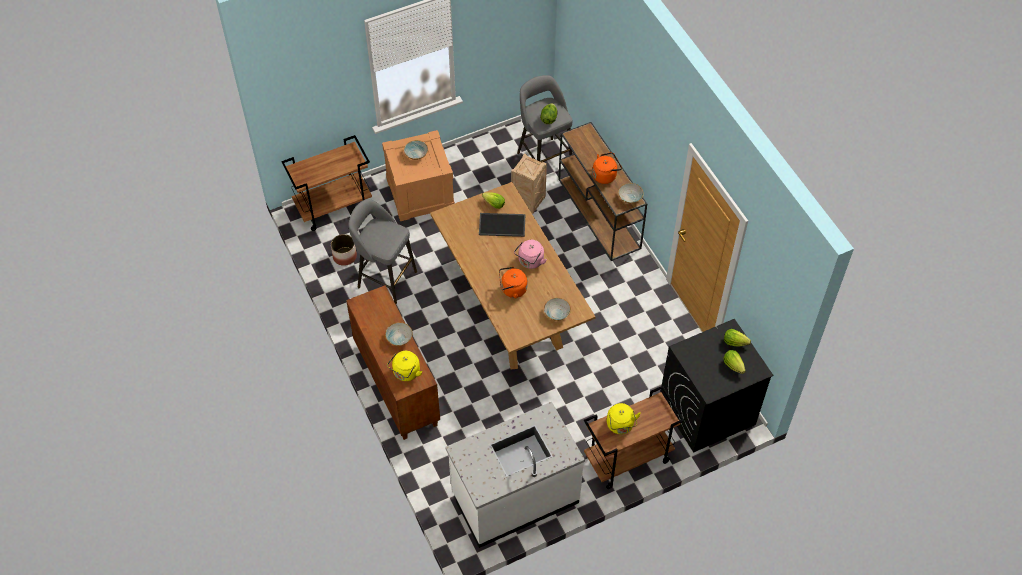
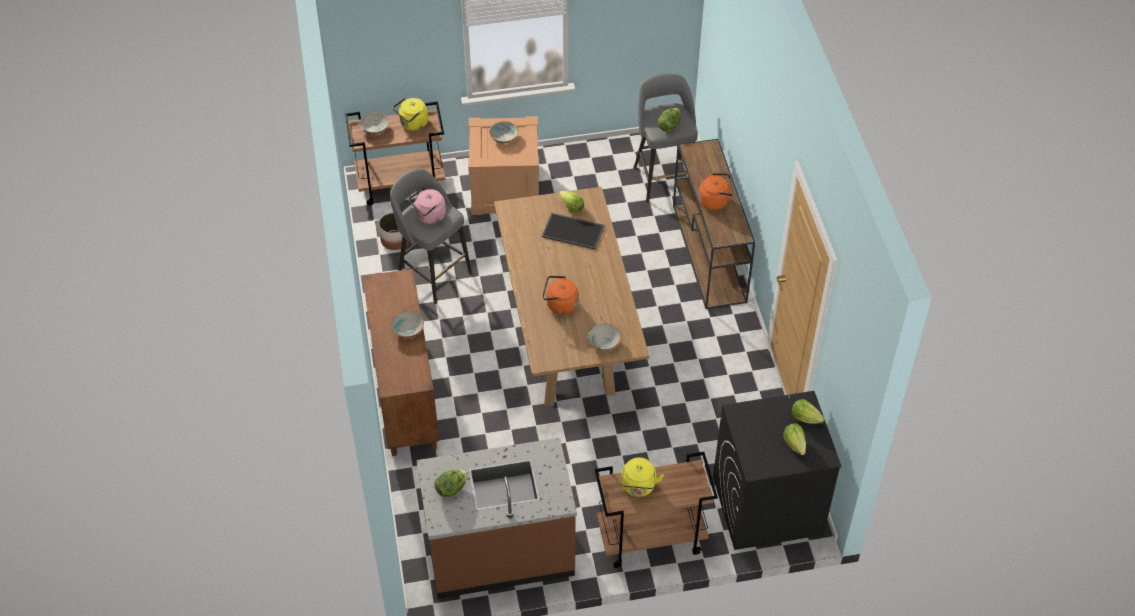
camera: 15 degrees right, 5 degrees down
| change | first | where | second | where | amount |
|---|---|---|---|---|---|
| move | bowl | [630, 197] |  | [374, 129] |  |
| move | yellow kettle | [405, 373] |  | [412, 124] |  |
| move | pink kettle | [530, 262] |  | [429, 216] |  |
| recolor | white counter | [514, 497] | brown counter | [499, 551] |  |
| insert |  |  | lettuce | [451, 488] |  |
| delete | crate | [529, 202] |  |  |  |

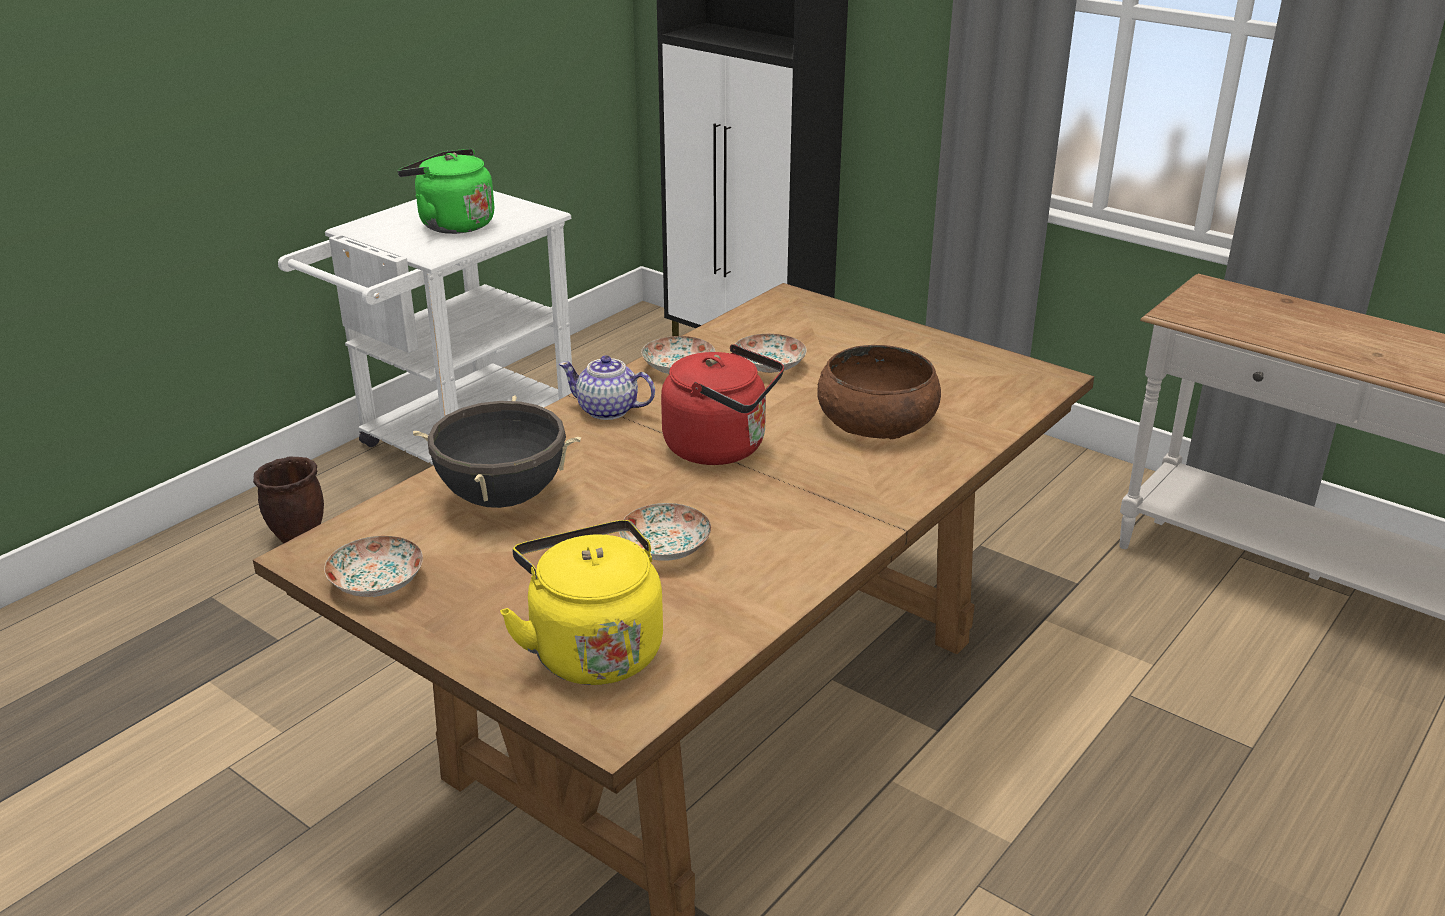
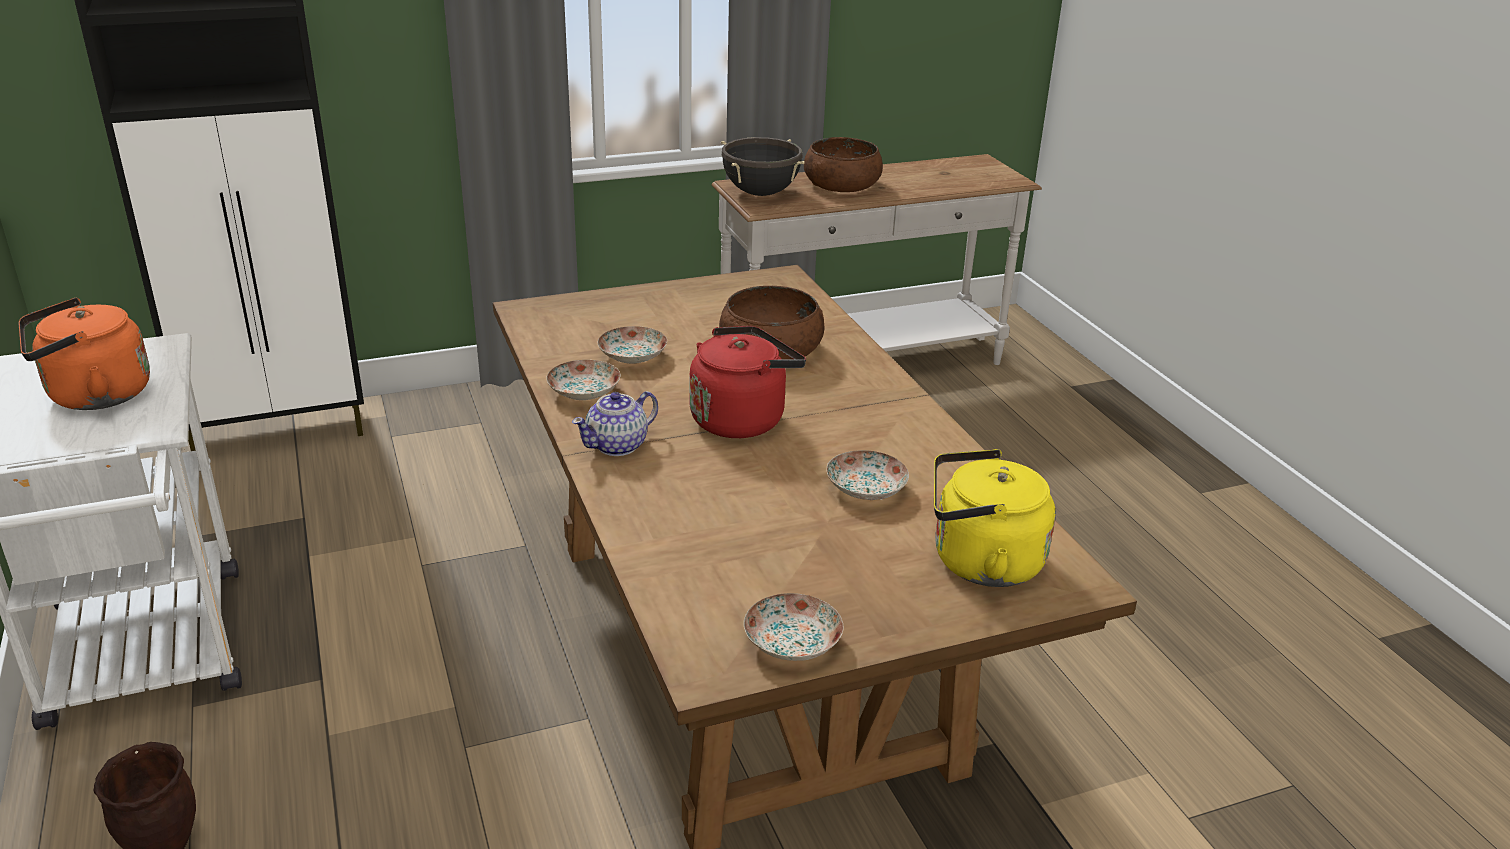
camera: 60 degrees left, 0 degrees up
| change | first | where | second | where | amount |
|---|---|---|---|---|---|
| recolor | green kettle | [452, 224] | orange kettle | [93, 396] |  |
| move | black cooking pot | [502, 497] |  | [760, 193] |  |
| insert |  |  | brown bowl | [841, 184] |  |

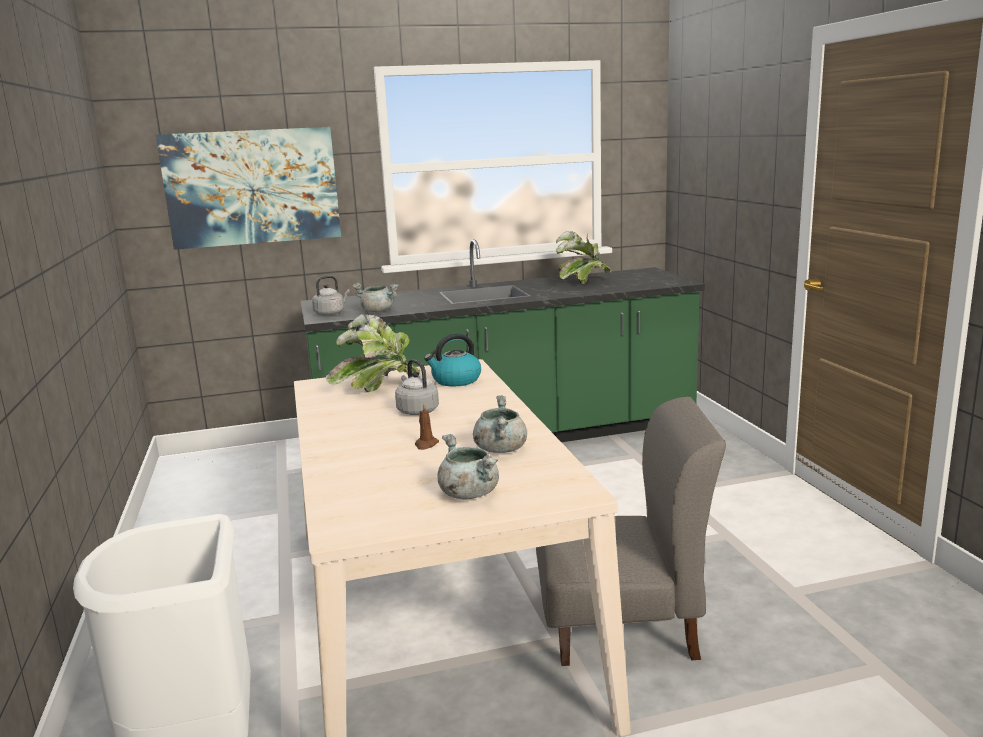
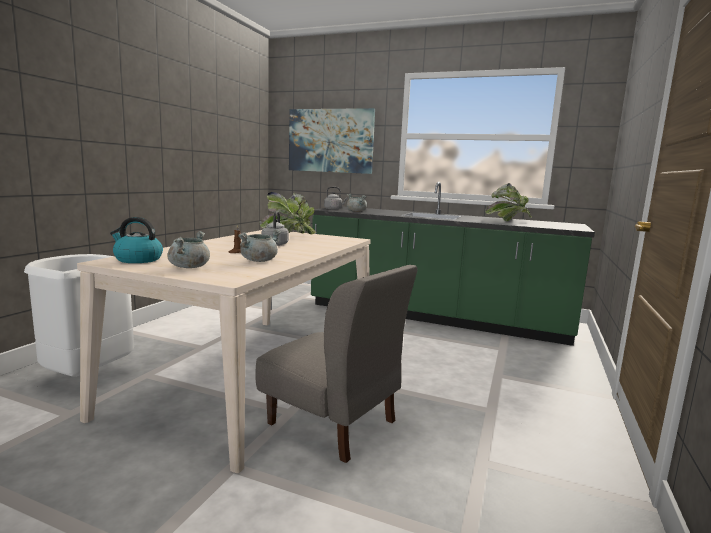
camera: 35 degrees right, 5 degrees down
| change | first | where | second | where | amount |
|---|---|---|---|---|---|
| move | kettle | [455, 380] |  | [137, 259] |  |

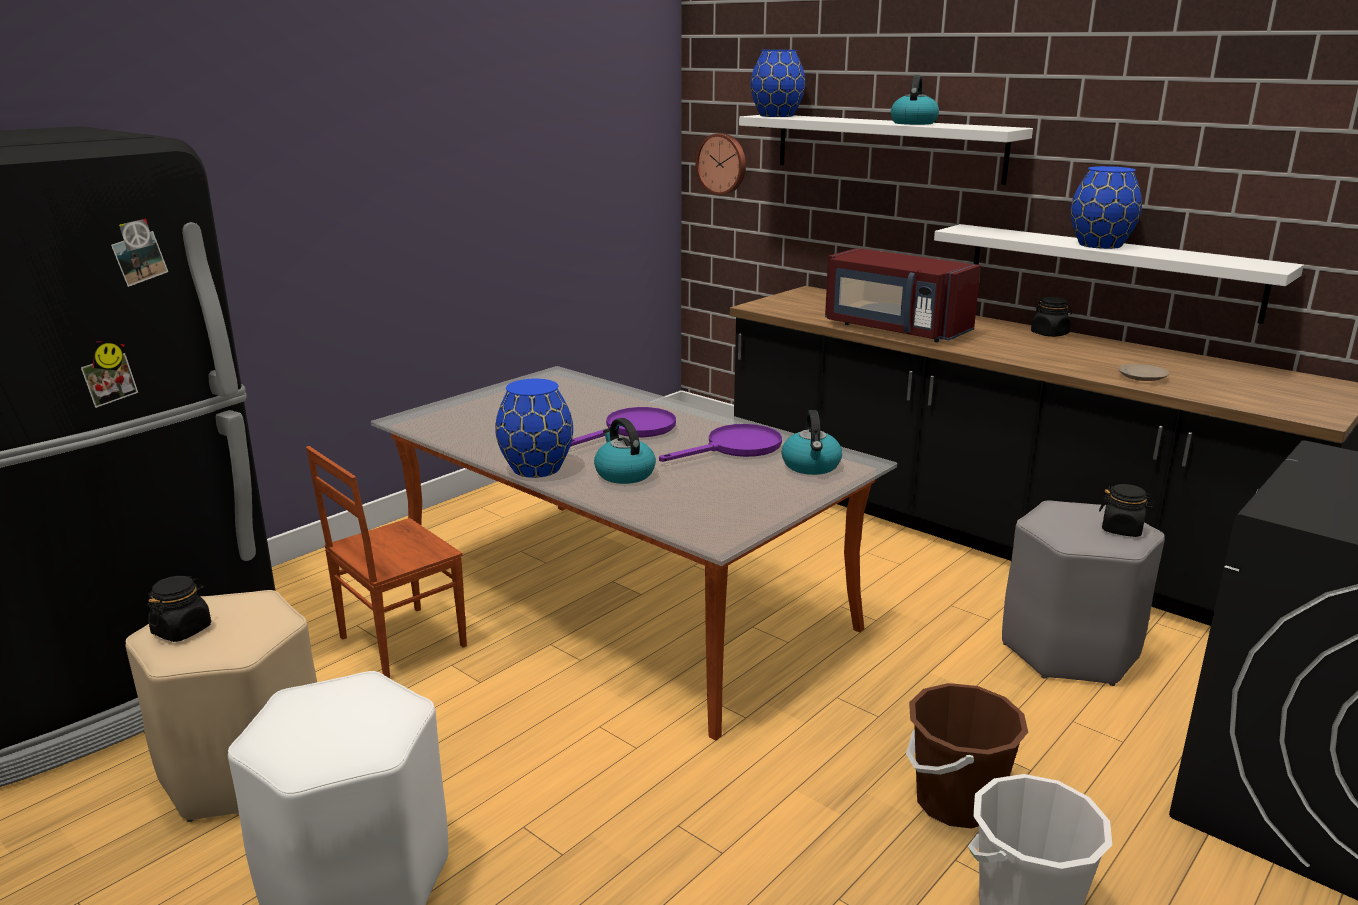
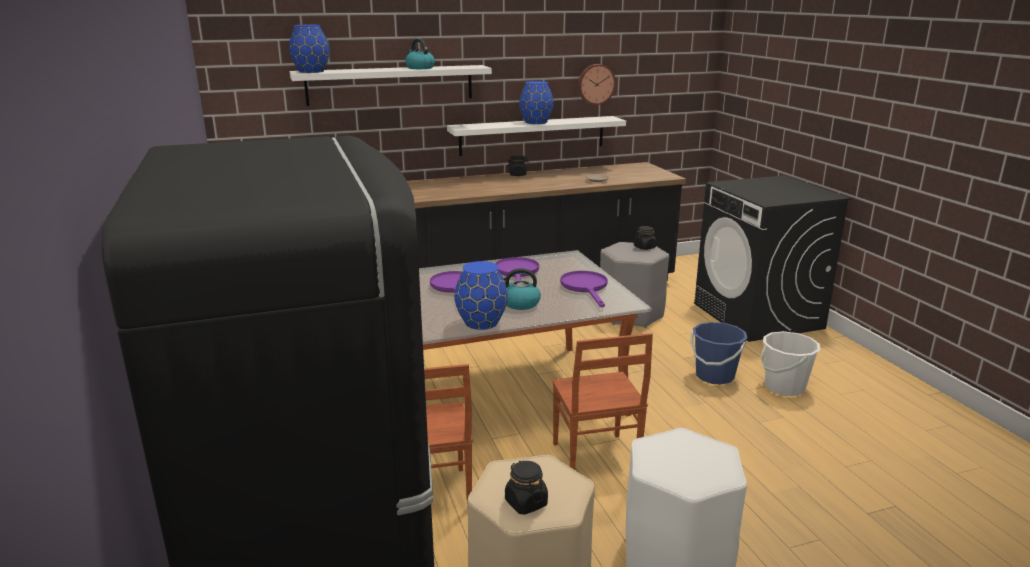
camera: 60 degrees left, 0 degrees up
| change | first | where | second | where | amount |
|---|---|---|---|---|---|
| insert |  |  | brown chair | [594, 458] |  |
| insert |  |  | purple frying pan | [586, 287] |  |
| move | wall clock | [722, 164] |  | [595, 84] |  |
| recolor | brown bucket | [956, 802] | blue bucket | [714, 376] |  |
| delete | kettle | [811, 466] |  |  |  |
| delete | red microwave | [894, 329] |  |  |  |

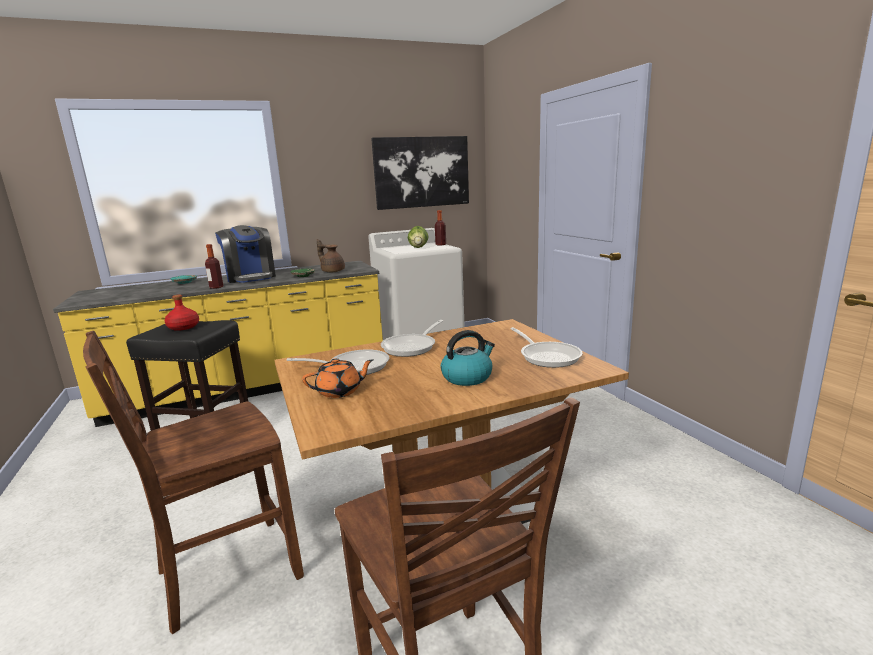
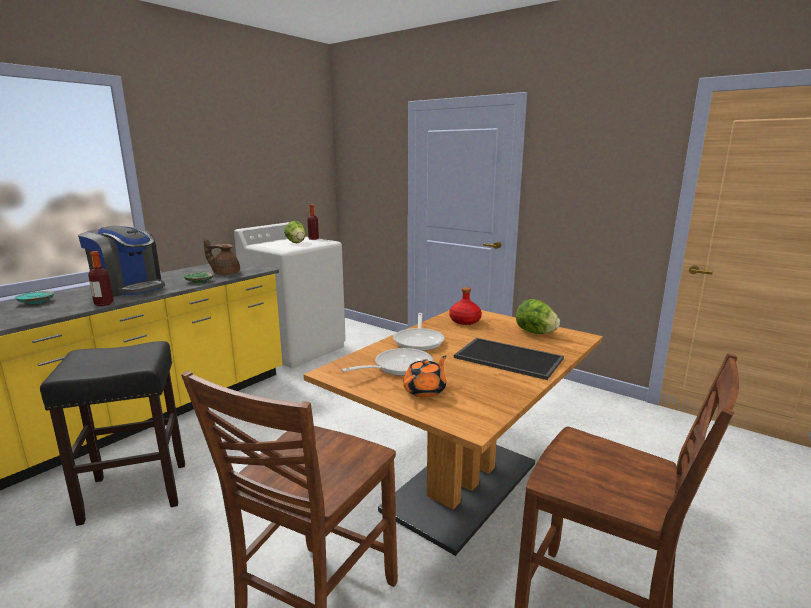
camera: 30 degrees left, 0 degrees up
| change | first | where | second | where | amount |
|---|---|---|---|---|---|
| move | red bottle | [183, 327] |  | [465, 321] |  |
| replace | kettle | [467, 377] | tray | [506, 358] |  |
| replace | frying pan | [547, 356] | lettuce | [535, 332] |  |
| delete | picture | [422, 172] |  |  |  |

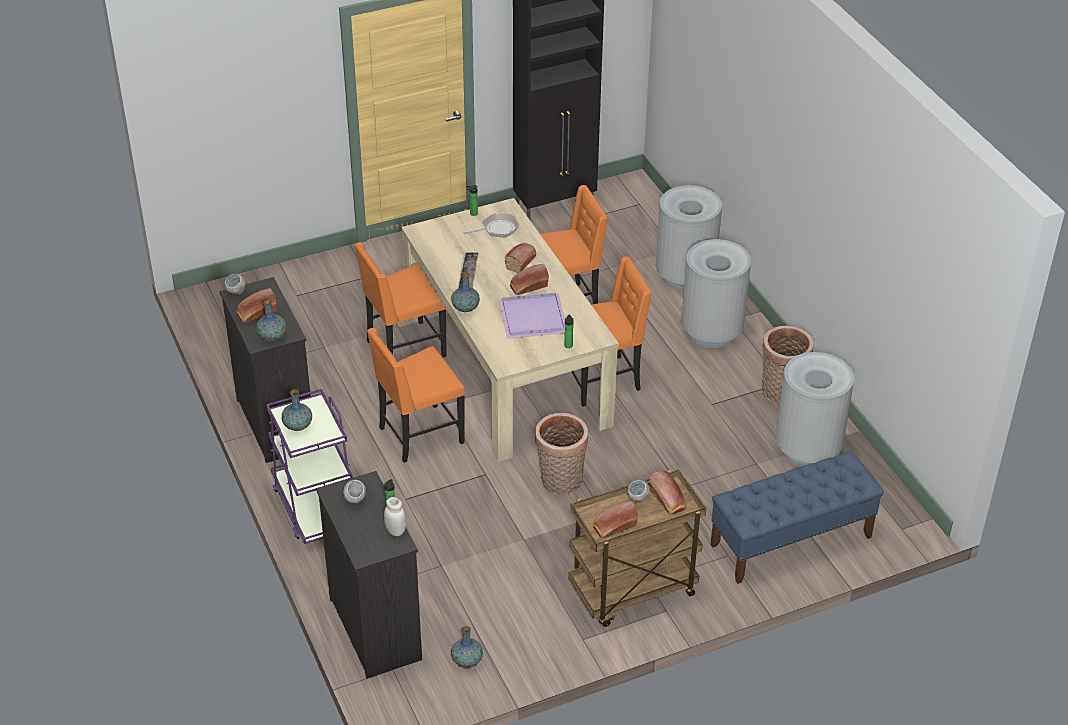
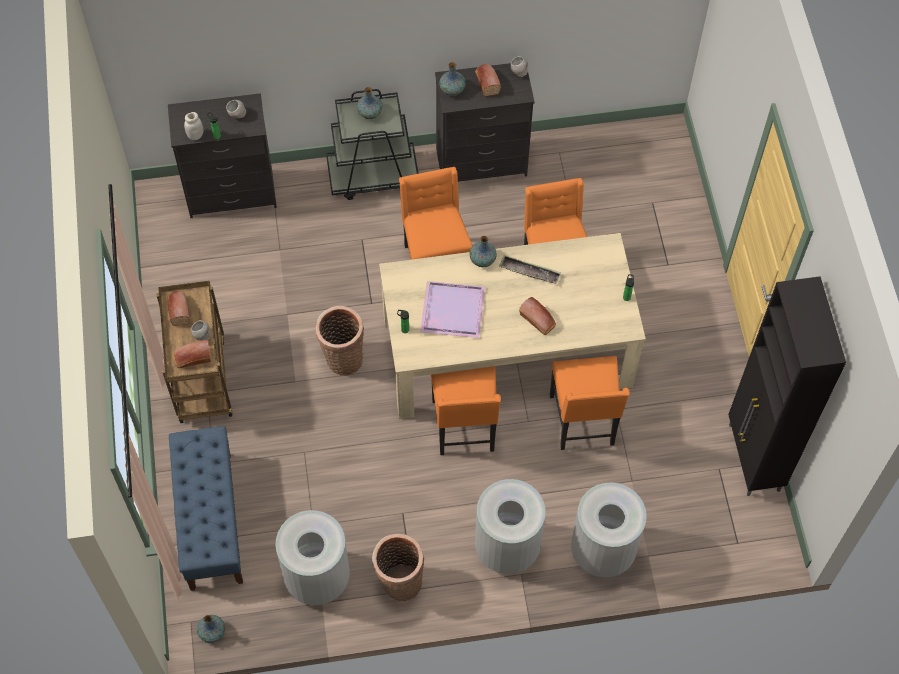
camera: 105 degrees right, 20 degrees up
| change | first | where | second | where | amount |
|---|---|---|---|---|---|
| move | vase | [467, 661] |  | [212, 632] |  |
| recolor | purple cart | [315, 507] | black cart | [373, 175] |  |
| delete | frying pan | [497, 229] |  |  |  |
| delete | bread | [528, 287] |  |  |  |

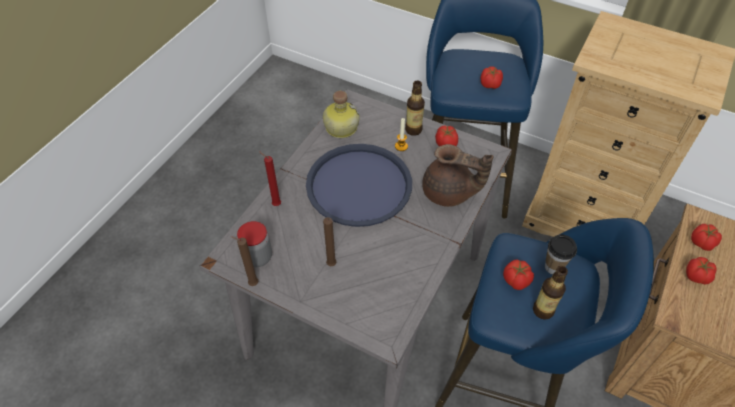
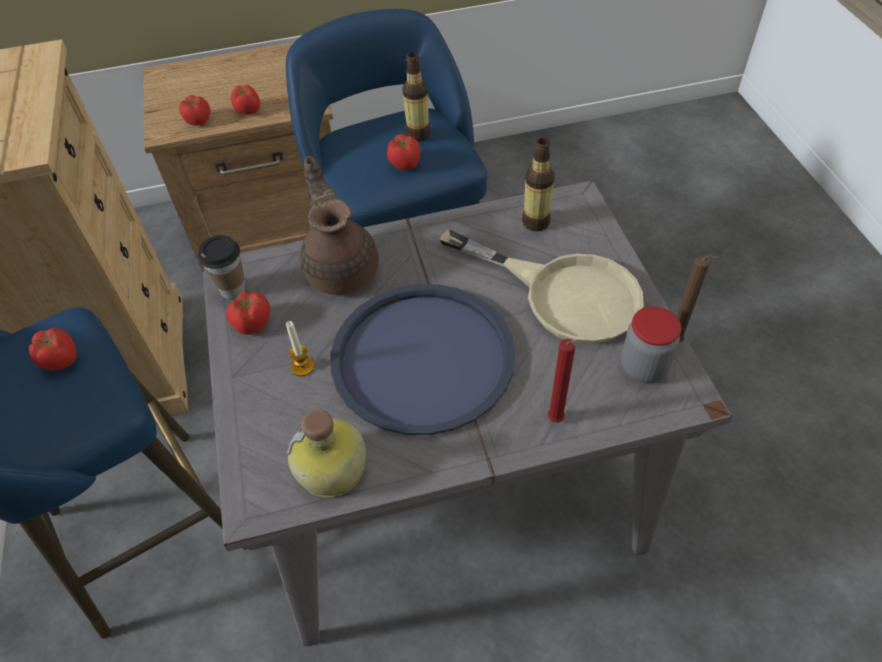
camera: 130 degrees left, 0 degrees up
| change | first | where | second | where | amount |
|---|---|---|---|---|---|
| move | cup | [553, 267] |  | [233, 289] |  |
| replace | brown candle | [332, 265] | beige frying pan | [563, 293] |  |
| move | bottle | [413, 130] |  | [535, 222] |  |

